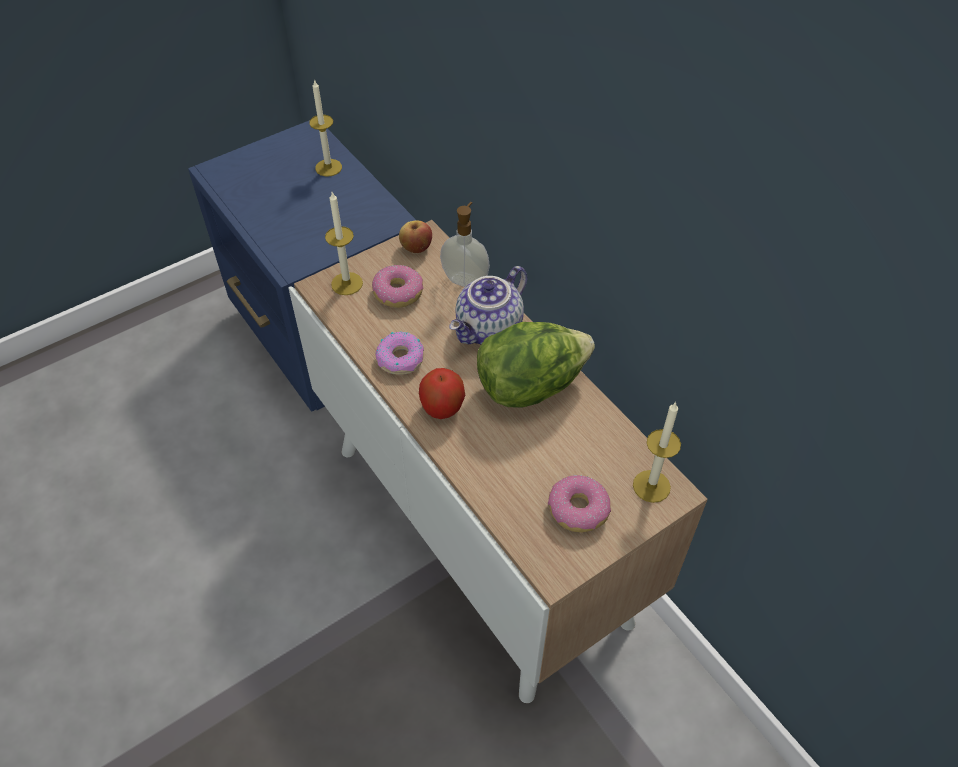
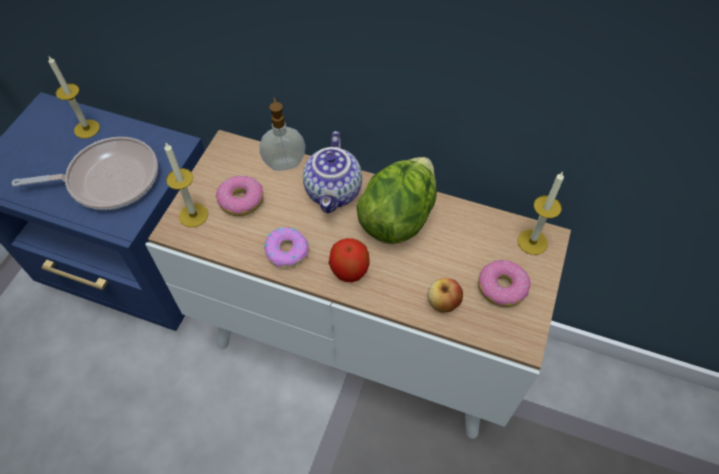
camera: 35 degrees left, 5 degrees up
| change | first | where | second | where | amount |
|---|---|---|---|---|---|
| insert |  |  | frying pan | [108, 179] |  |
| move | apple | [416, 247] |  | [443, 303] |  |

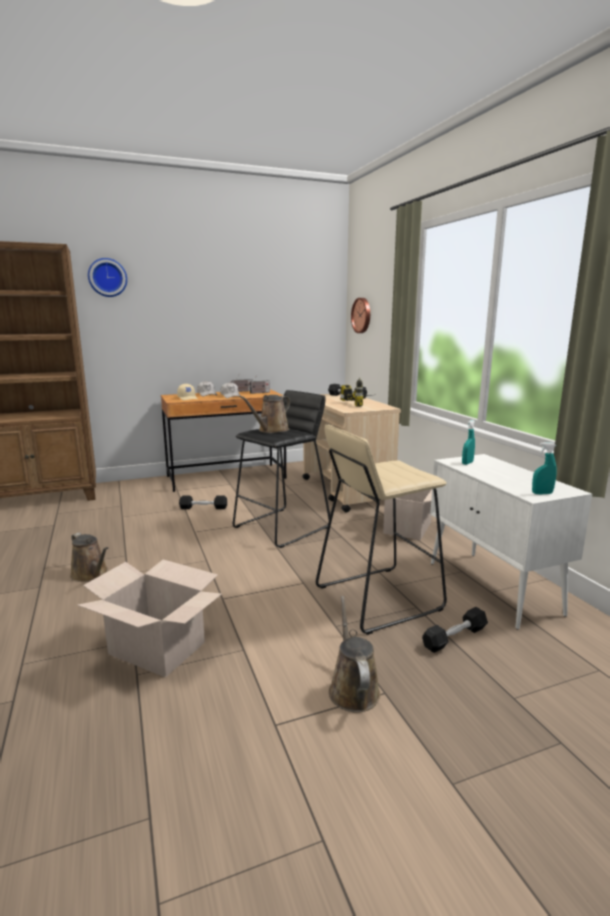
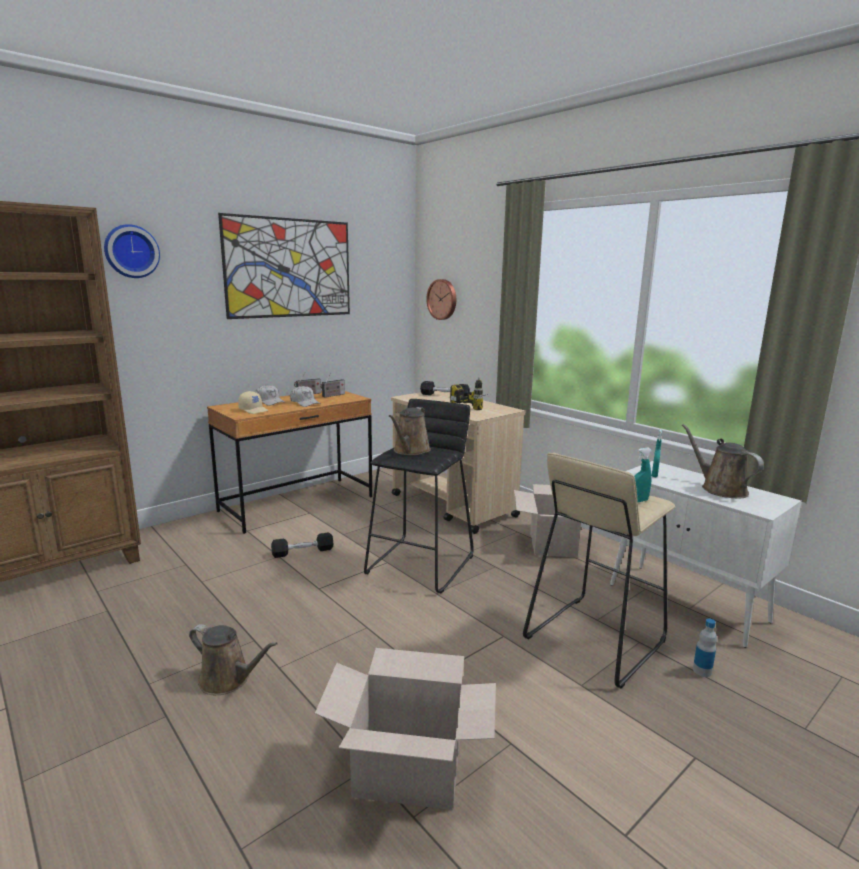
camera: 20 degrees left, 0 degrees up
| change | first | where | second | where | amount |
|---|---|---|---|---|---|
| insert |  |  | picture | [289, 268] |  |
| move | turquoise spray bottle | [542, 493] |  | [638, 501] |  |
| move | brown watering can | [352, 688] |  | [720, 489] |  |
| replace | black dumbbell | [454, 637] | bottle | [702, 671] |  |

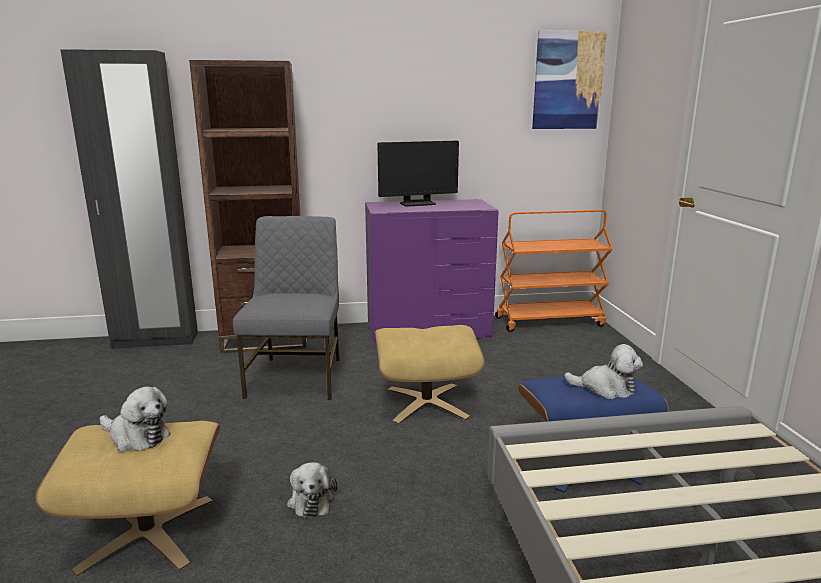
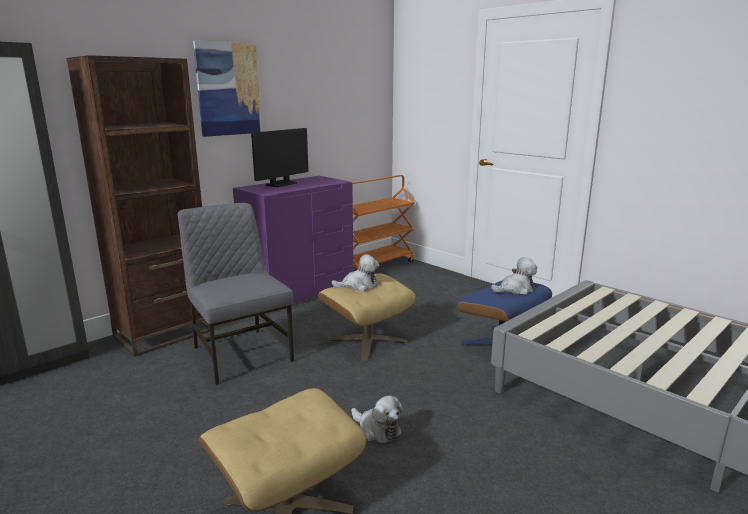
camera: 35 degrees left, 0 degrees up
| change | first | where | second | where | amount |
|---|---|---|---|---|---|
| move | picture | [568, 81] |  | [228, 89] |  |
| move | plush toy | [137, 436] |  | [358, 286] |  |

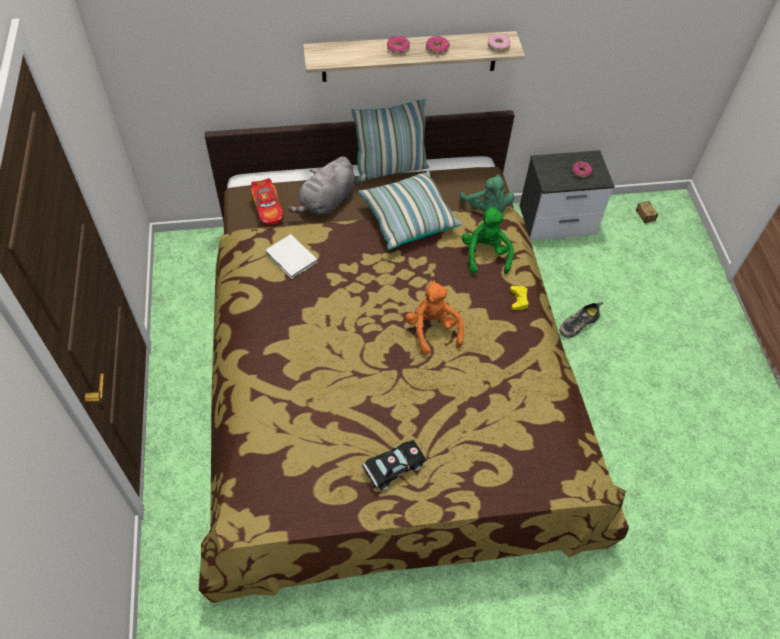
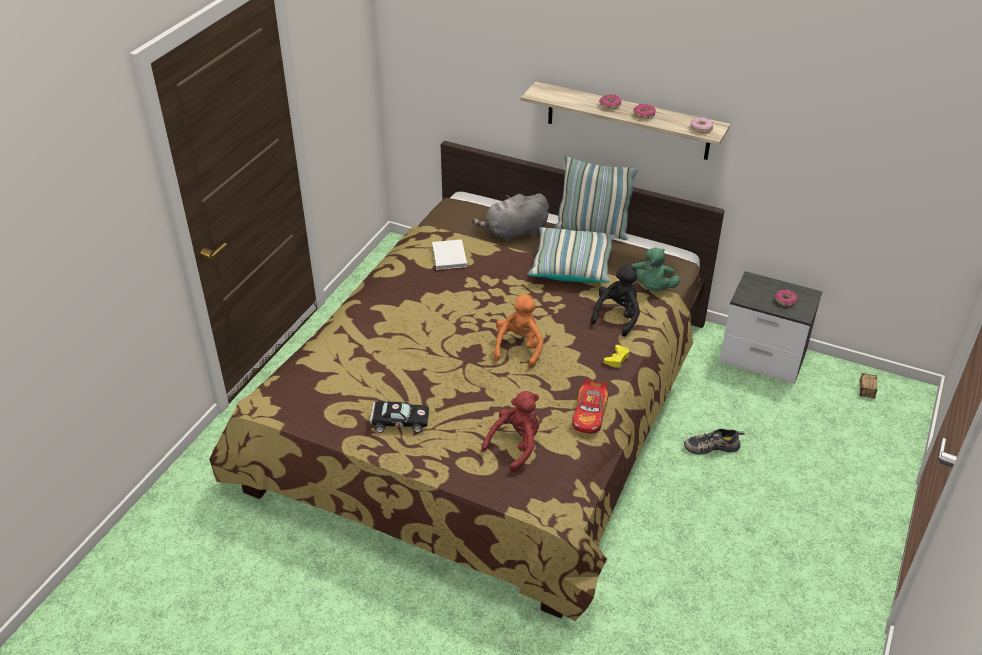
camera: 35 degrees right, 15 degrees down
| change | first | where | second | where | amount |
|---|---|---|---|---|---|
| insert |  |  | red plush toy | [516, 445] |  |
| move | toy car | [268, 208] |  | [590, 414] |  |
| recolor | green plush toy | [485, 254] | black plush toy | [617, 316] |  |

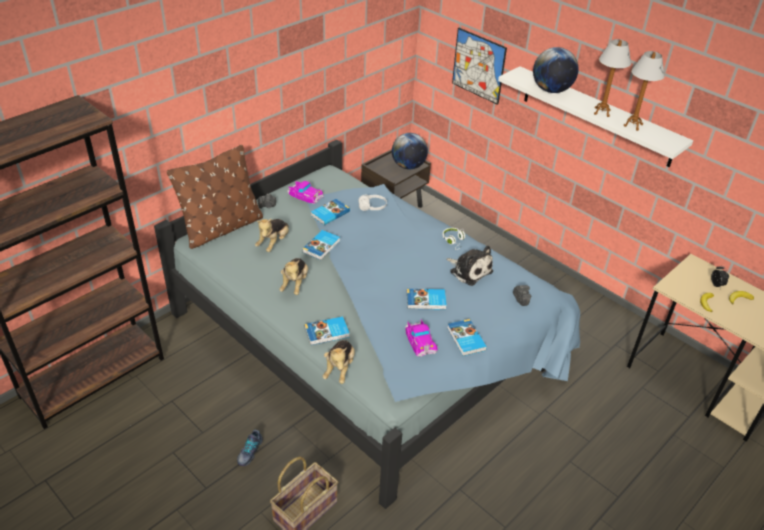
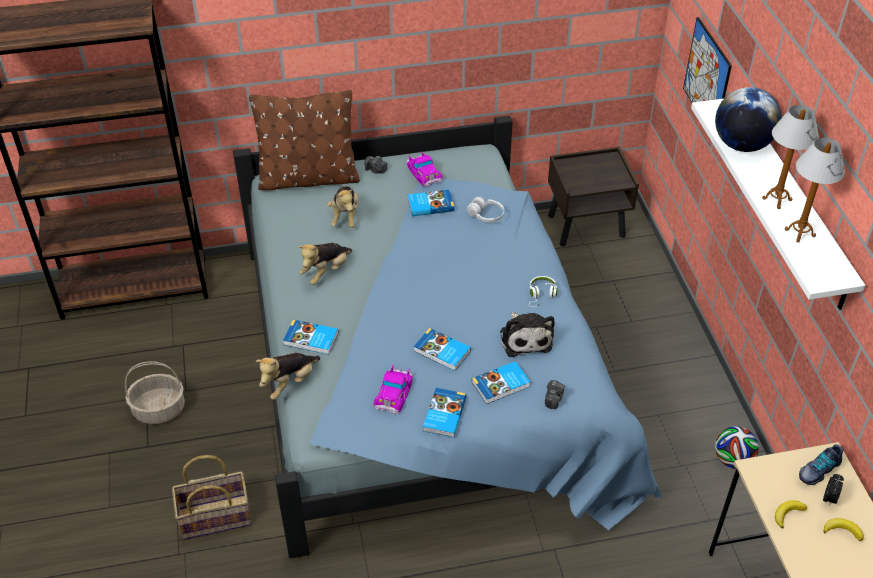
camera: 35 degrees right, 5 degrees up
| change | first | where | second | where | amount |
|---|---|---|---|---|---|
| insert |  |  | basket | [159, 409] |  |
| rotate | plush toy | [274, 243] |  | [345, 216] | 60 degrees counterclockwise |
| move | book | [322, 246] |  | [501, 385] |  |
| insert |  |  | football | [732, 460] |  |
| move | shoe | [249, 452] |  | [818, 470] |  |
| delete | globe | [408, 166] |  |  |  |

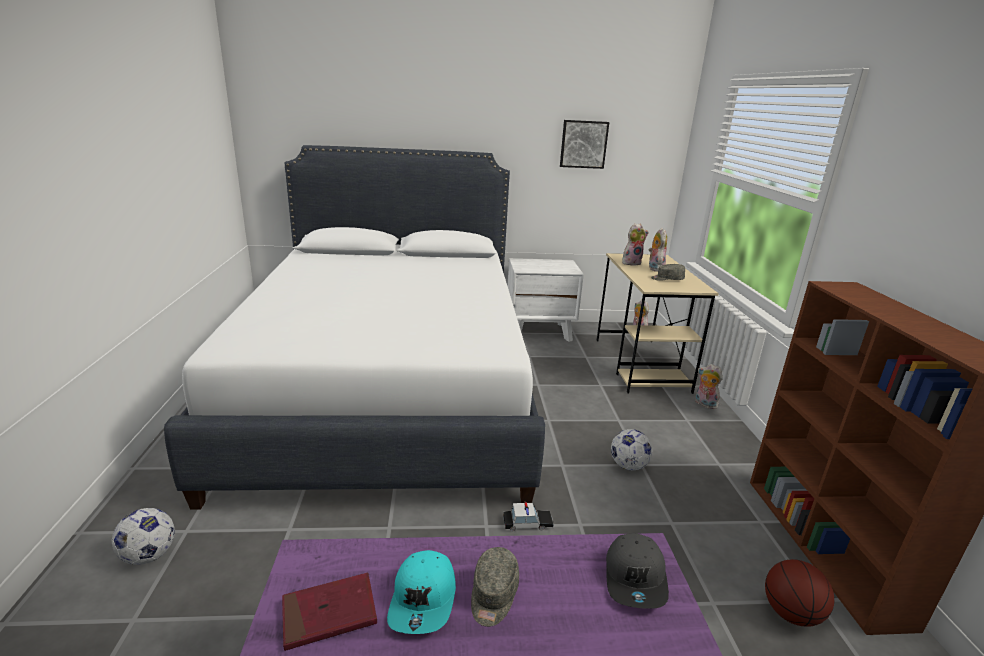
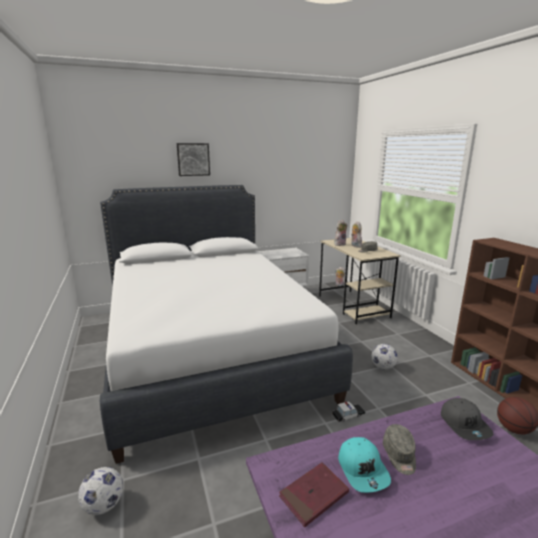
camera: 15 degrees left, 5 degrees down
| change | first | where | second | where | amount |
|---|---|---|---|---|---|
| move | picture | [583, 144] |  | [193, 159] |  |
| delete | plush toy | [704, 404] |  |  |  |

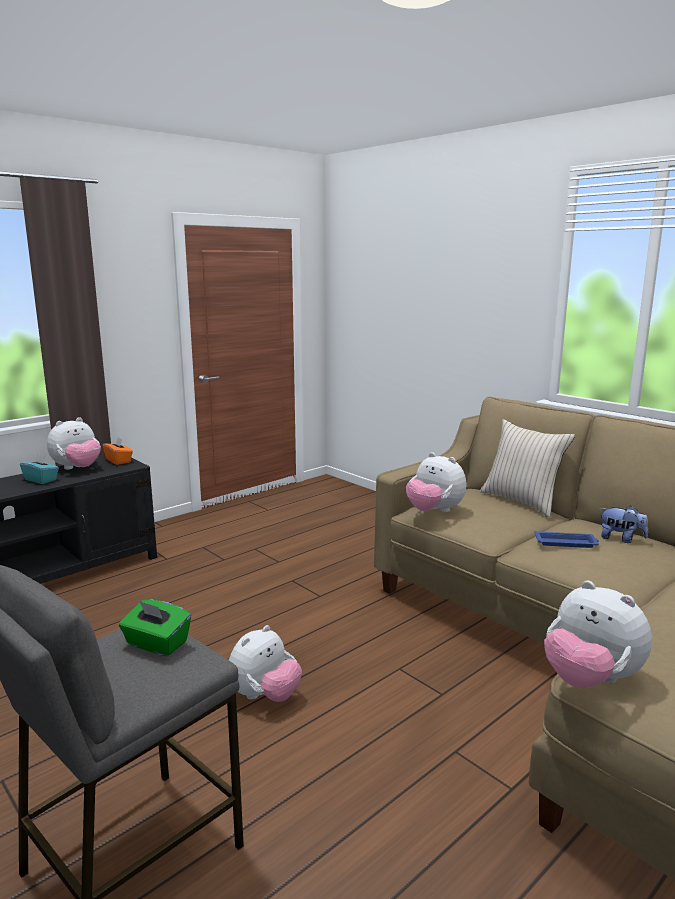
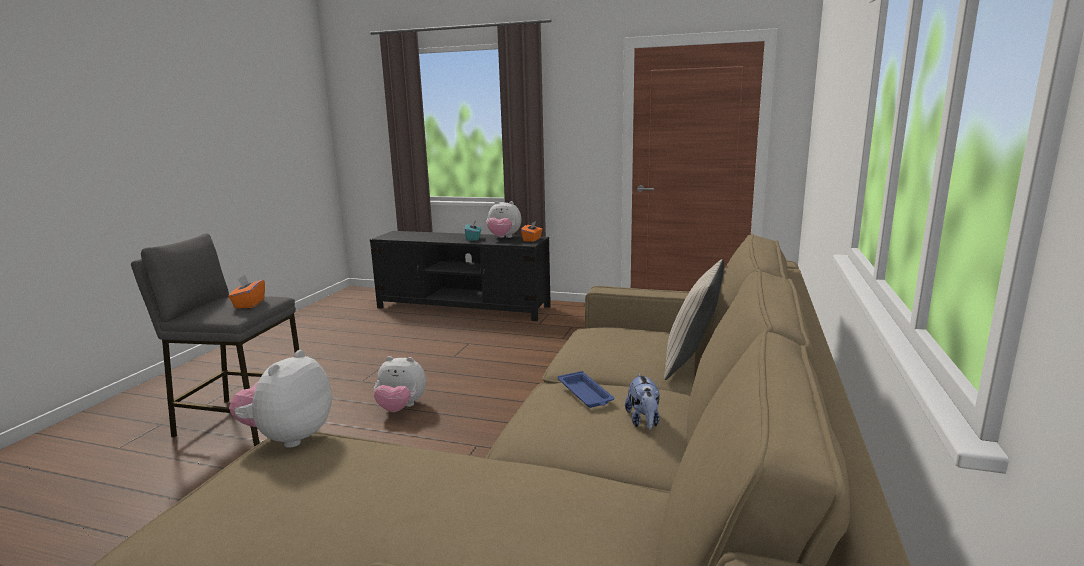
camera: 60 degrees right, 0 degrees up
| change | first | where | second | where | amount |
|---|---|---|---|---|---|
| recolor | green tissue box | [156, 644] | orange tissue box | [249, 304] |  |
| delete | plush toy | [434, 511] |  |  |  |

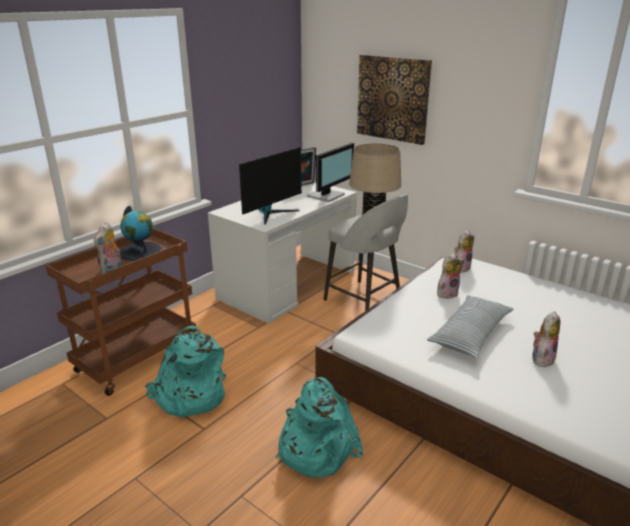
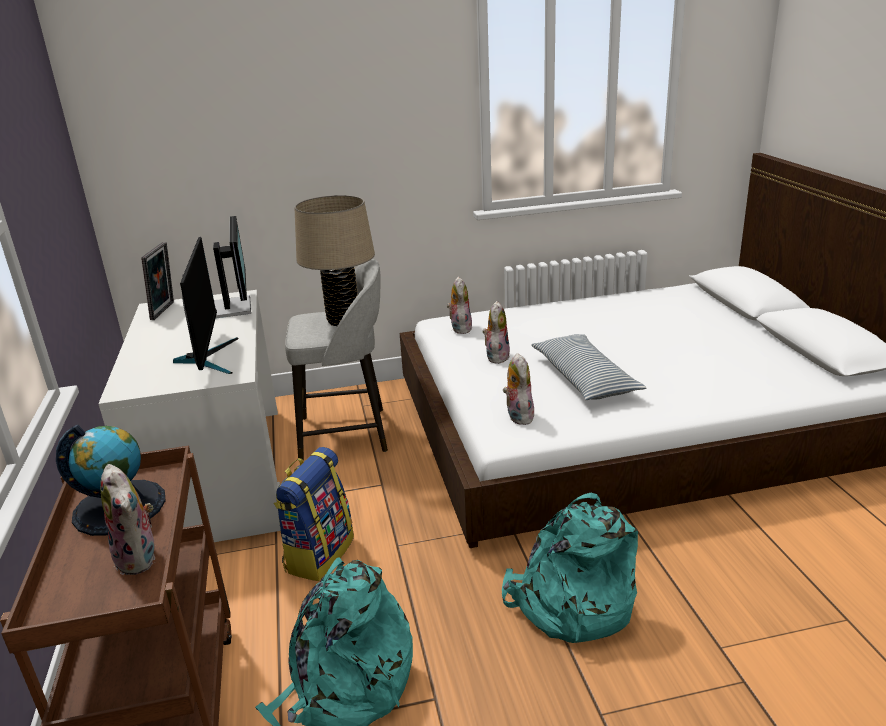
camera: 50 degrees left, 0 degrees up
| change | first | where | second | where | amount |
|---|---|---|---|---|---|
| insert |  |  | backpack | [319, 554] |  |
| move | plush toy | [541, 358] |  | [517, 416] |  |
| delete | picture | [393, 98] |  |  |  |

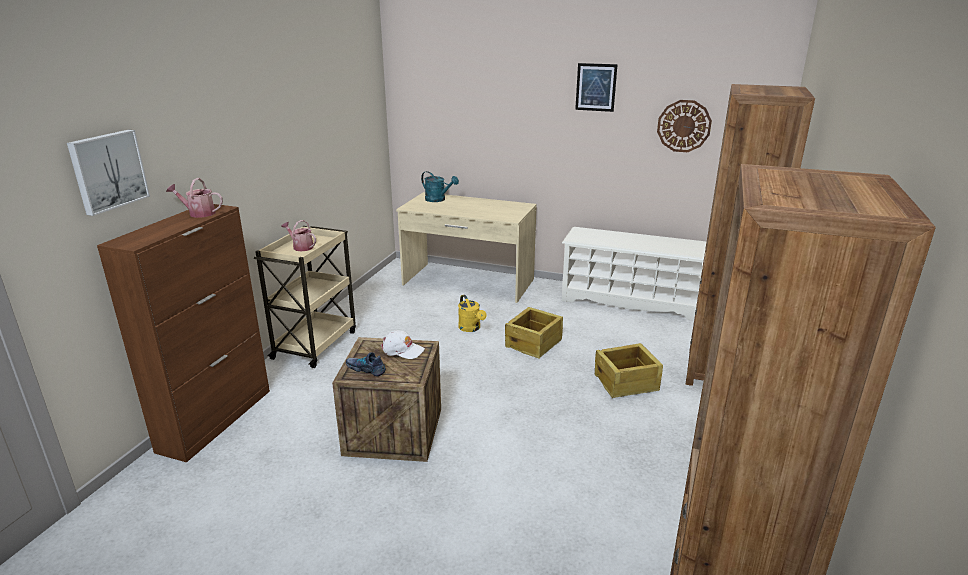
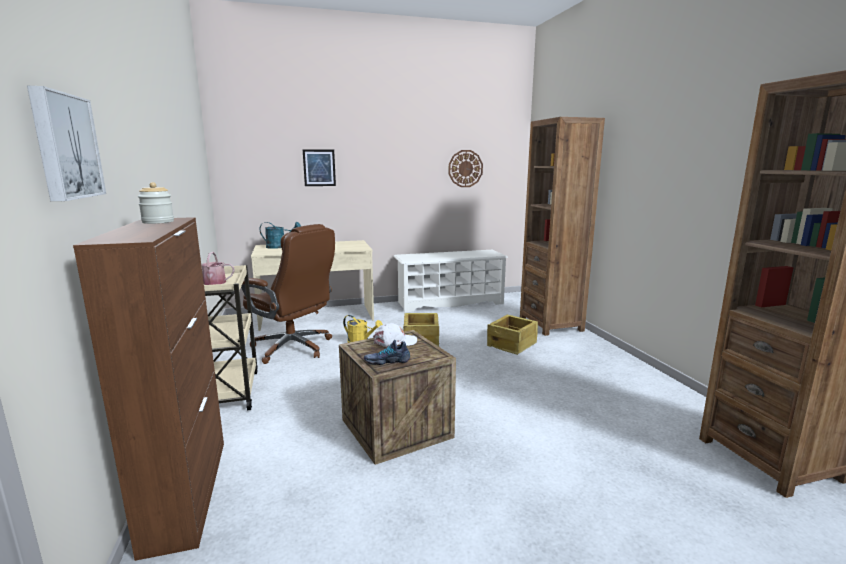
camera: 35 degrees left, 10 degrees down
| change | first | where | second | where | amount |
|---|---|---|---|---|---|
| replace | watering can | [198, 213] | jar | [158, 222] |  |
| insert |  |  | brown office chair | [293, 348] |  |
| move | picture | [596, 87] |  | [319, 168] |  |

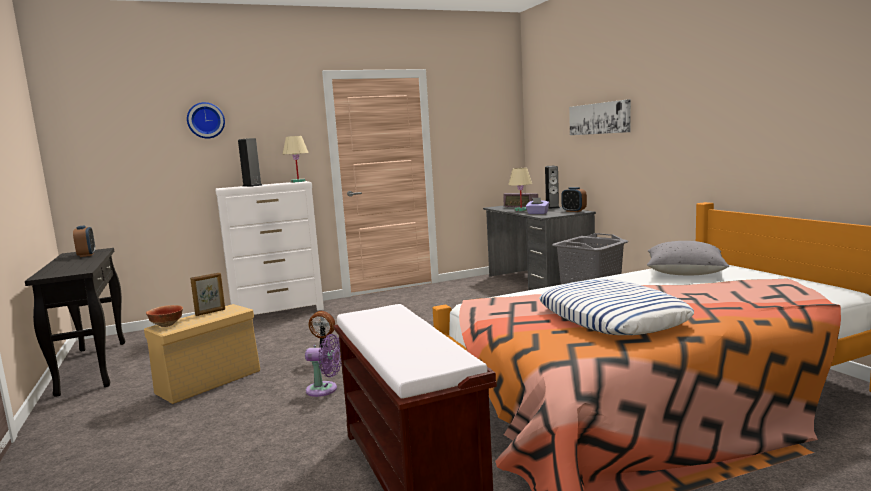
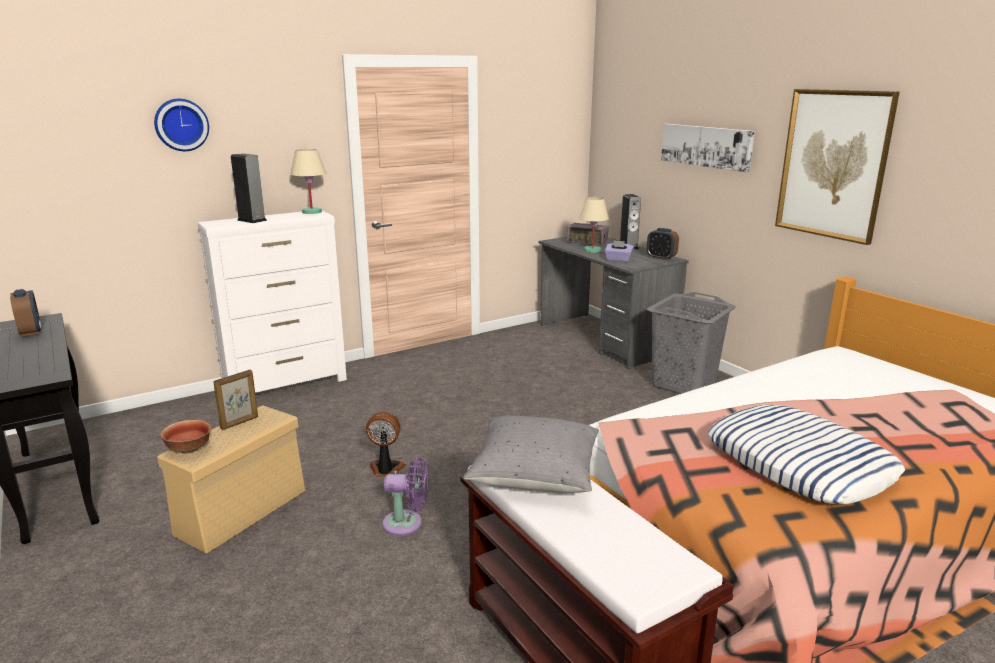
camera: 10 degrees left, 10 degrees up
| change | first | where | second | where | amount |
|---|---|---|---|---|---|
| move | grey pillow | [685, 273] |  | [535, 475] |  |
| insert |  |  | picture | [833, 164] |  |

